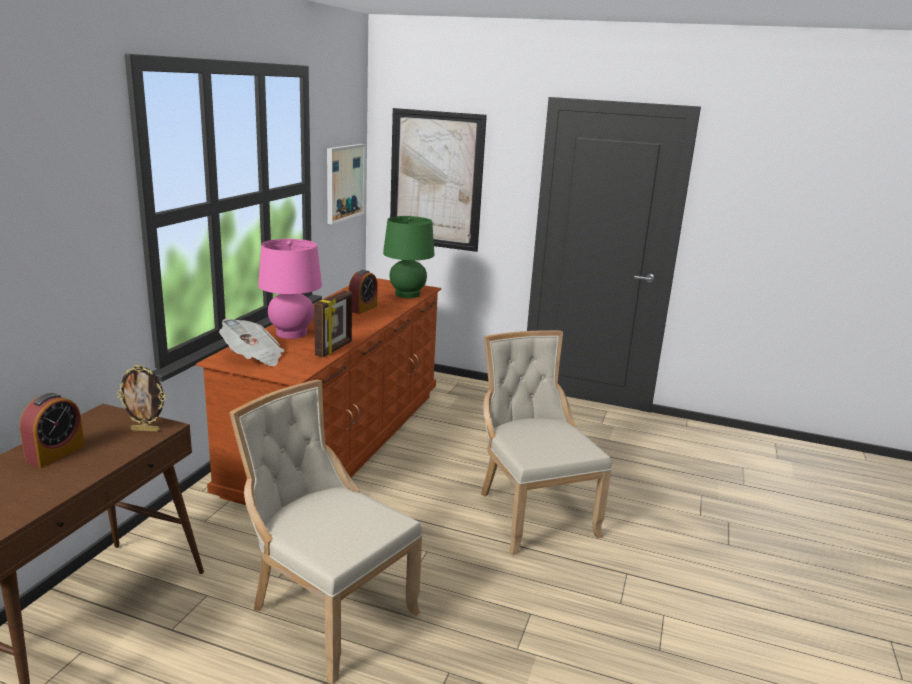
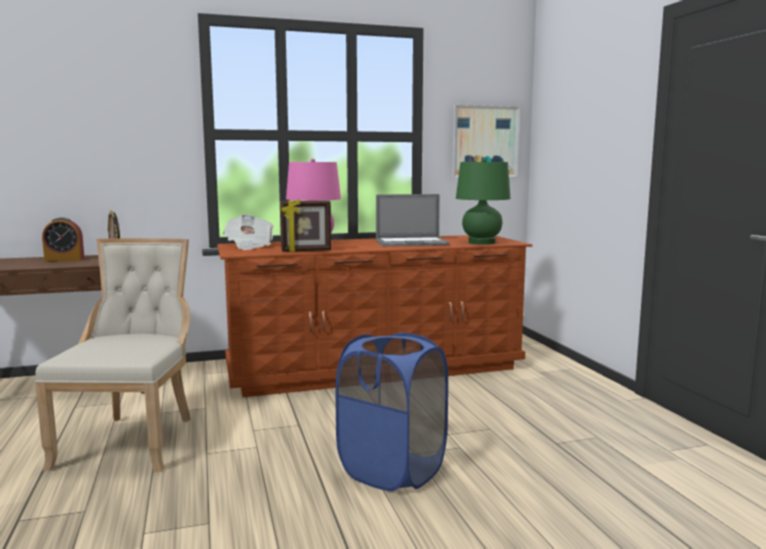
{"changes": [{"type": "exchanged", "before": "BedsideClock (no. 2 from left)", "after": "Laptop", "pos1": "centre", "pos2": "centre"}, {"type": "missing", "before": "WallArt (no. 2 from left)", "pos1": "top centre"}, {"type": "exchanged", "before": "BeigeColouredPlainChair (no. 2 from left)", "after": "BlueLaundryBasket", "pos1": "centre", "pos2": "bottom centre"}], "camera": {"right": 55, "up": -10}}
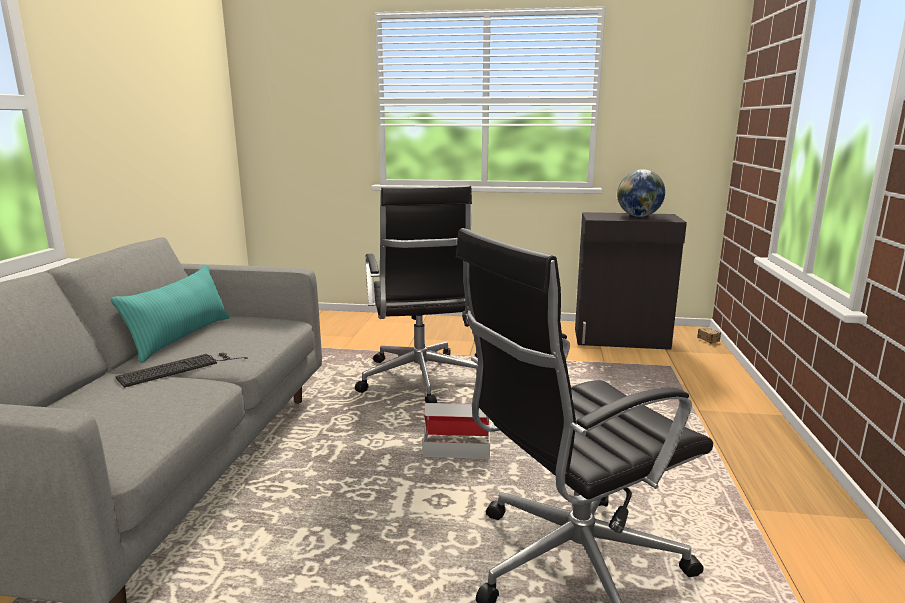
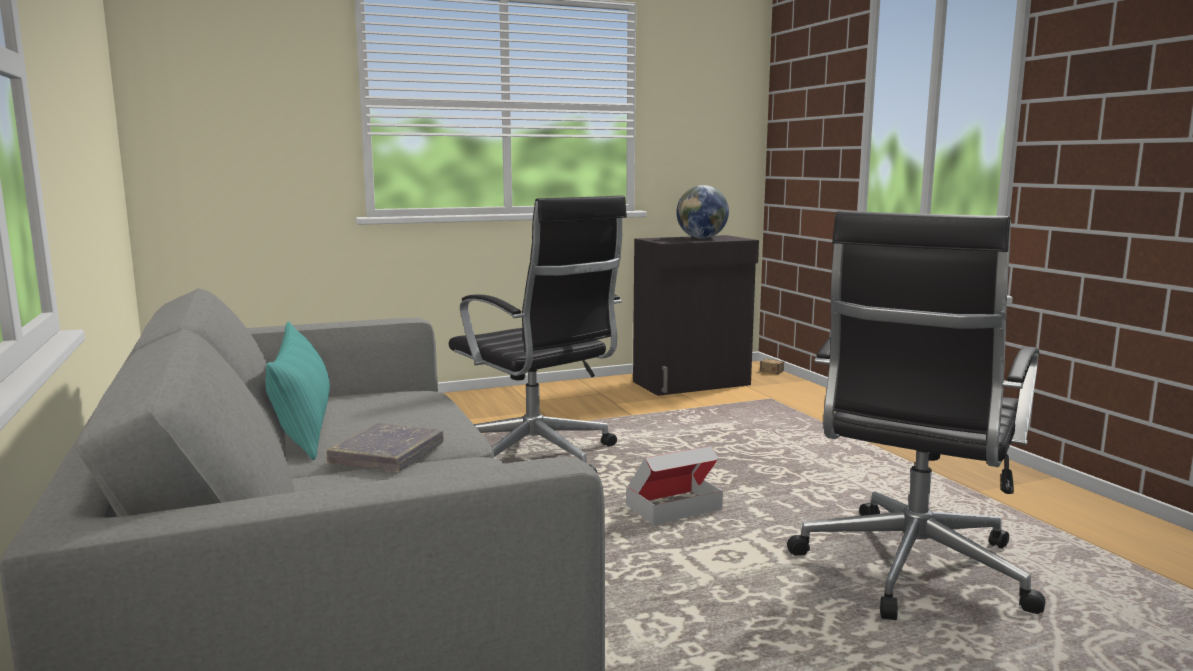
{"changes": [{"type": "exchanged", "before": "ComputerKeyboard", "after": "GreyishBook", "pos1": "middle left", "pos2": "middle left"}], "camera": {"right": -30, "up": -5}}
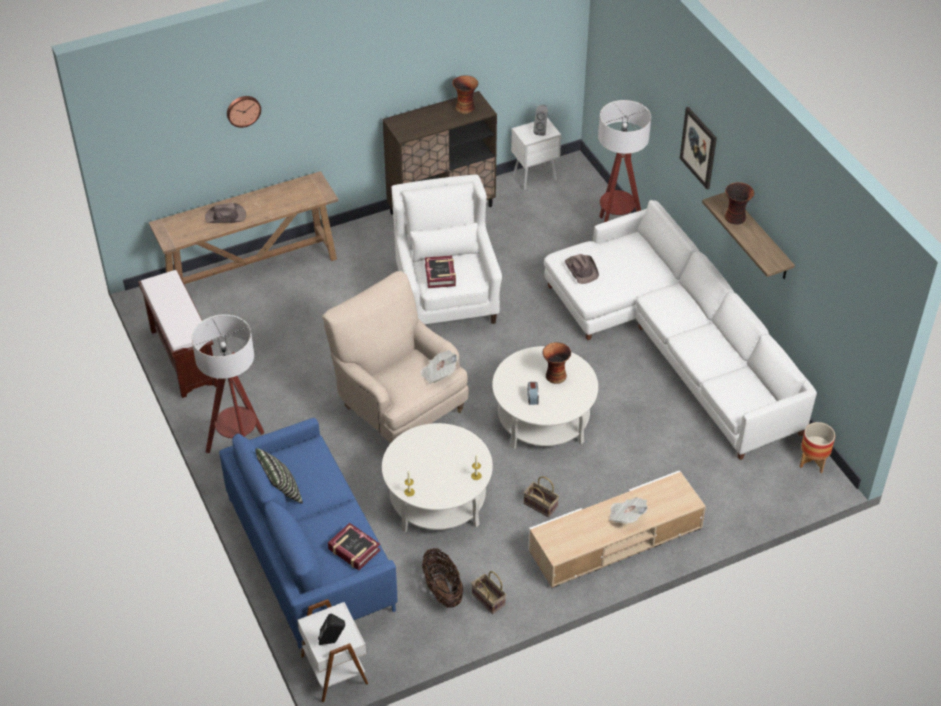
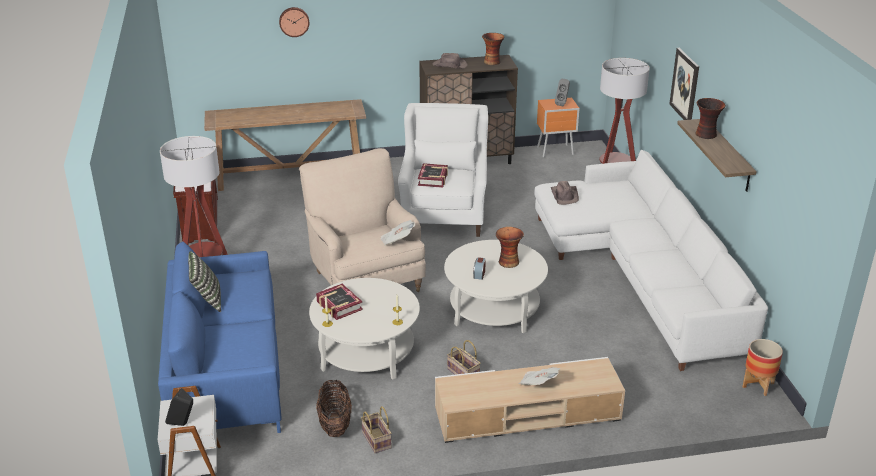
{"changes": [{"type": "relocated", "before": "BrownColouredHat (no. 1 from left)", "pos1": "top left", "pos2": "top centre"}, {"type": "relocated", "before": "Book (no. 1 from left)", "pos1": "bottom centre", "pos2": "centre"}, {"type": "colour", "before": "WhiteColouredNightstand", "after": "OrangeNightstand", "pos1": "top centre", "pos2": "top centre"}], "camera": {"right": 15, "up": -15}}
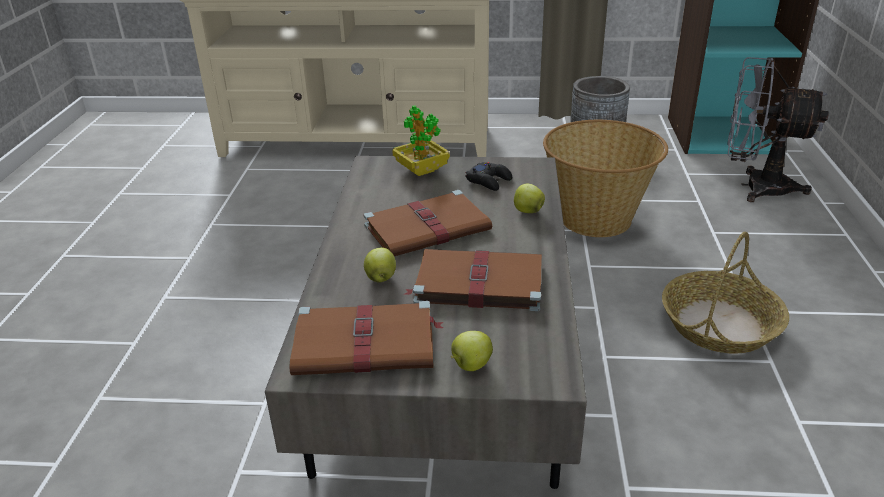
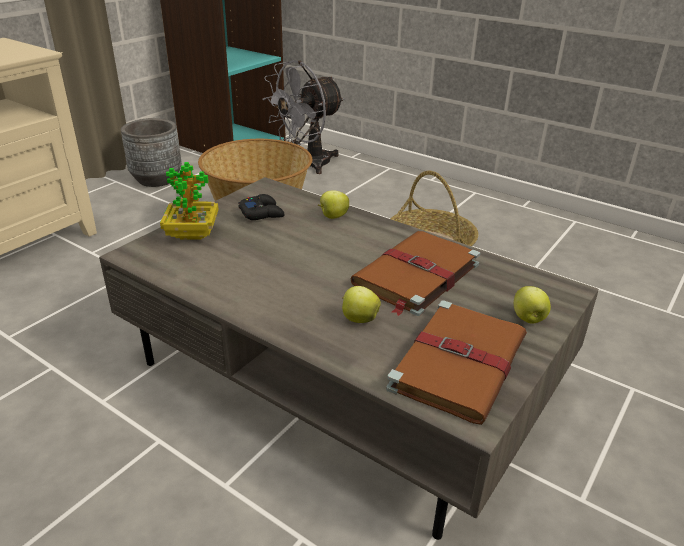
{"changes": [{"type": "missing", "before": "BrownColouredBook (no. 2 from left)", "pos1": "centre"}], "camera": {"right": -60, "up": 0}}
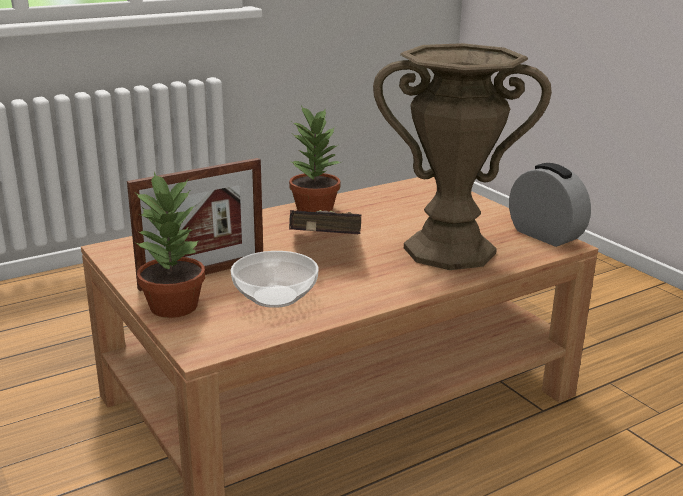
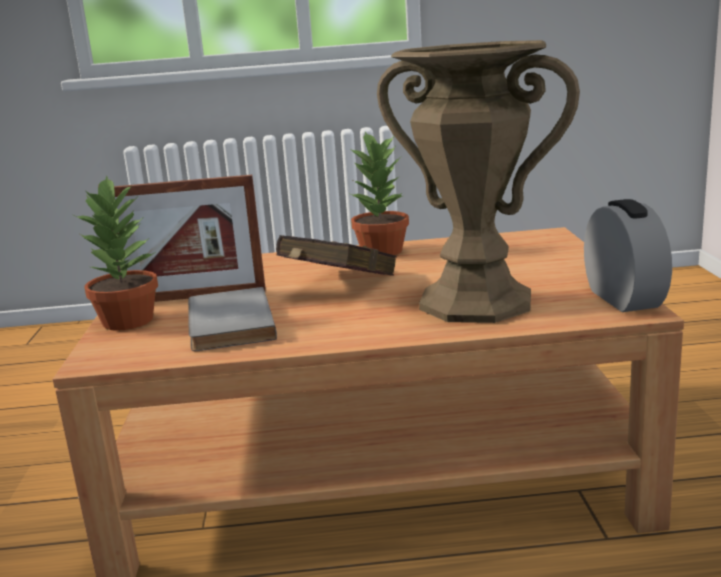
{"changes": [{"type": "exchanged", "before": "ServingBowl", "after": "GreyishBook", "pos1": "centre", "pos2": "middle left"}], "camera": {"right": 30, "up": -5}}
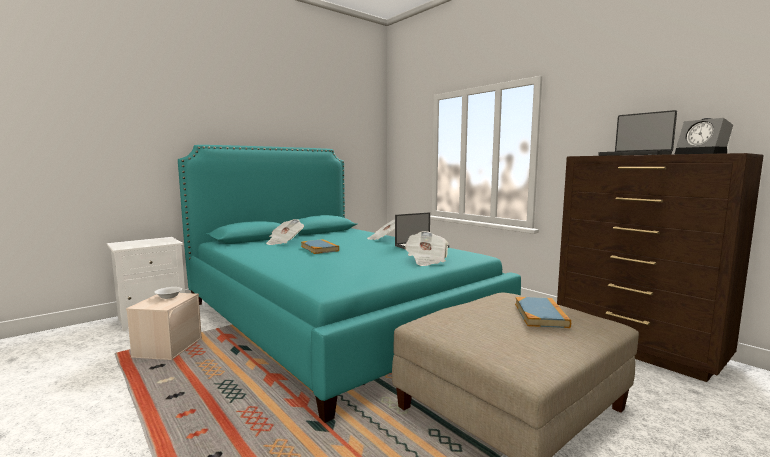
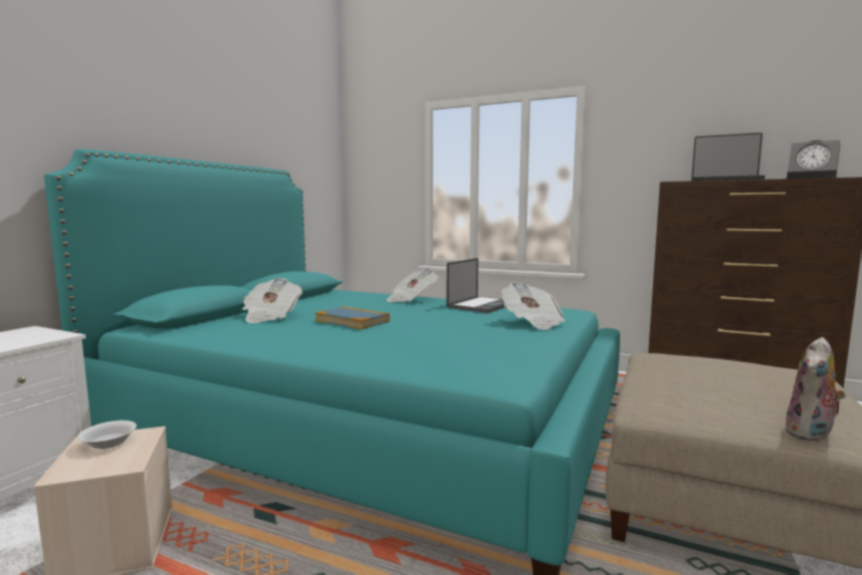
{"changes": [{"type": "missing", "before": "Book (no. 2 from left)", "pos1": "bottom right"}, {"type": "appeared", "after": "PlushToy", "pos2": "bottom right"}], "camera": {"right": -25, "up": 0}}
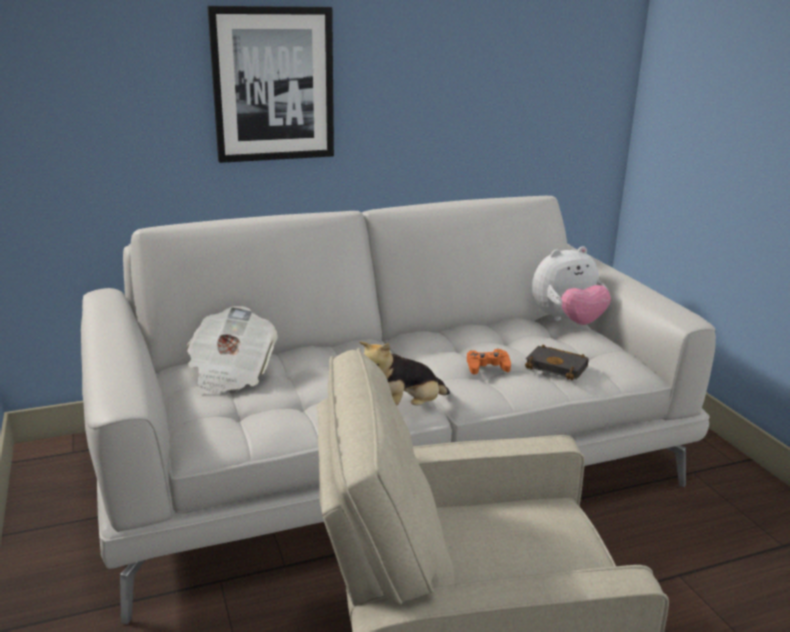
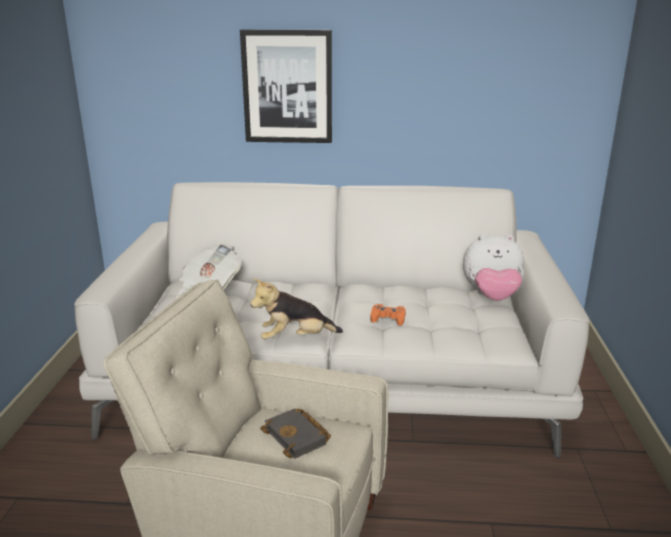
{"changes": [{"type": "relocated", "before": "BlackishBook", "pos1": "middle right", "pos2": "bottom centre"}], "camera": {"right": 25, "up": 0}}
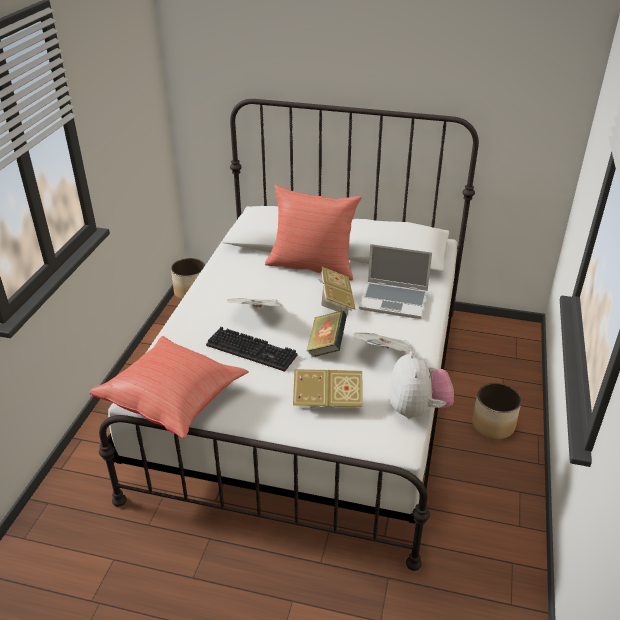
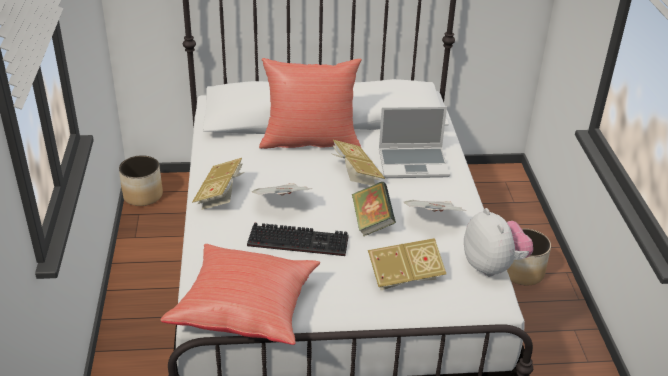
{"changes": [{"type": "appeared", "after": "Book (no. 1 from left)", "pos2": "middle left"}], "camera": {"right": -20, "up": 0}}
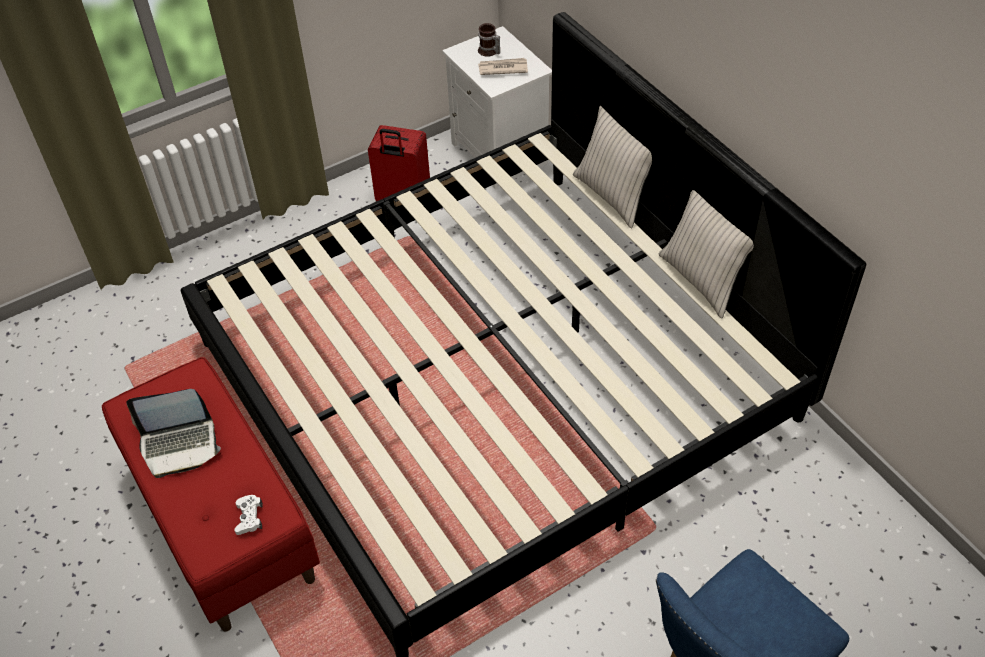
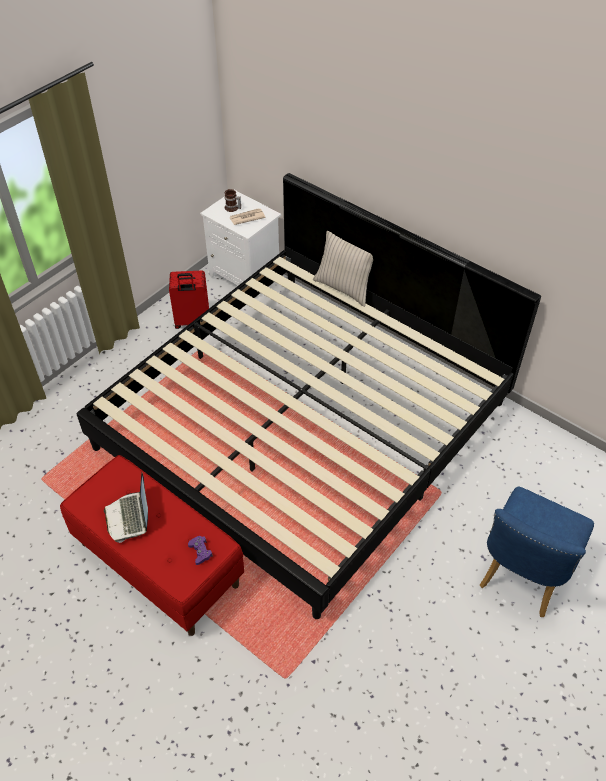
{"changes": [{"type": "spun", "before": "Laptop", "pos1": "middle left", "pos2": "middle left", "turn": 105}, {"type": "colour", "before": "WhiteColouredGameController", "after": "PurpleColouredGameController", "pos1": "bottom left", "pos2": "bottom left"}, {"type": "missing", "before": "BeigeColouredPillow (no. 2 from left)", "pos1": "middle right"}], "camera": {"right": -20, "up": 0}}
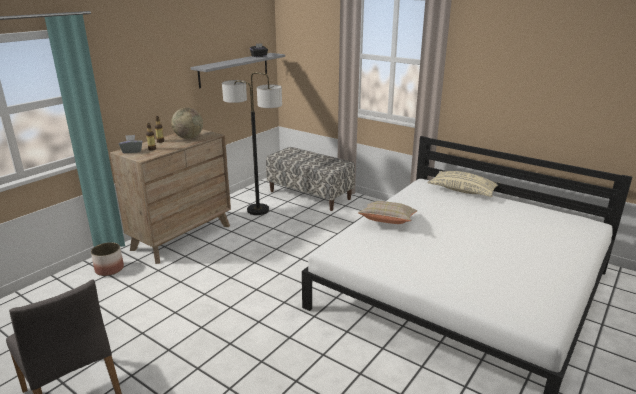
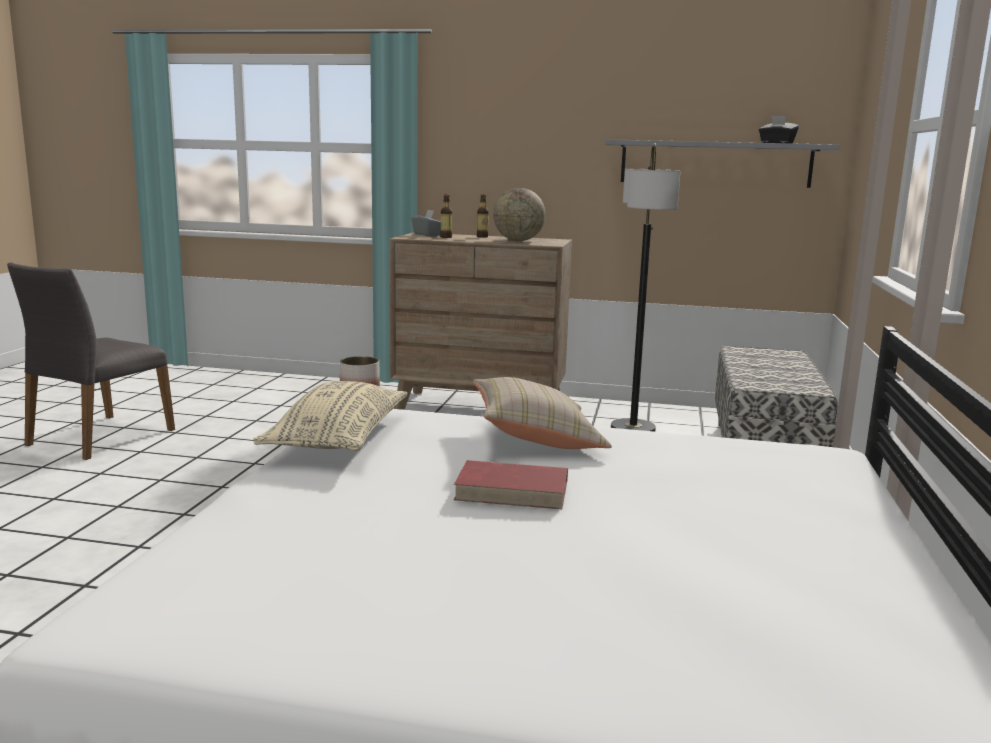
{"changes": [{"type": "relocated", "before": "BeigeColouredPillow (no. 2 from left in the first image)", "after": "BeigeColouredPillow (no. 1 from left)", "pos1": "middle right", "pos2": "middle left"}, {"type": "appeared", "after": "RedBook", "pos2": "centre"}], "camera": {"right": 65, "up": -10}}
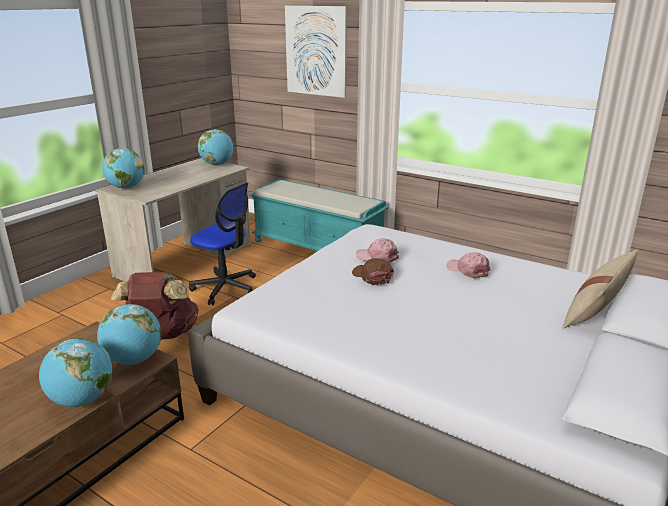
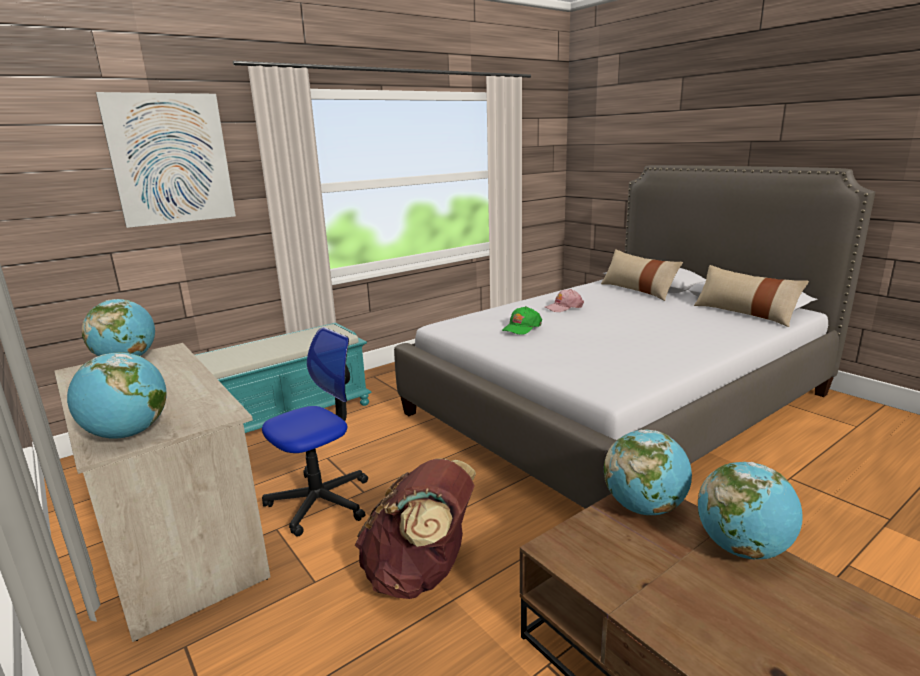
{"changes": [{"type": "missing", "before": "BrownColouredPeakedCap", "pos1": "centre"}, {"type": "colour", "before": "PinkPeakedCap (no. 1 from left)", "after": "GreenishPeakedCap", "pos1": "centre", "pos2": "centre"}, {"type": "appeared", "after": "BeigeColouredPillow (no. 2 from left)", "pos2": "middle right"}], "camera": {"right": -70, "up": -5}}
